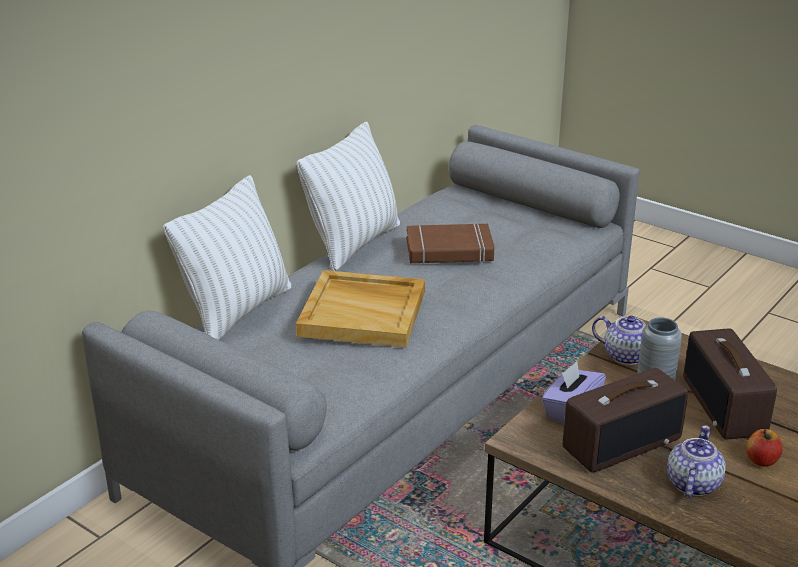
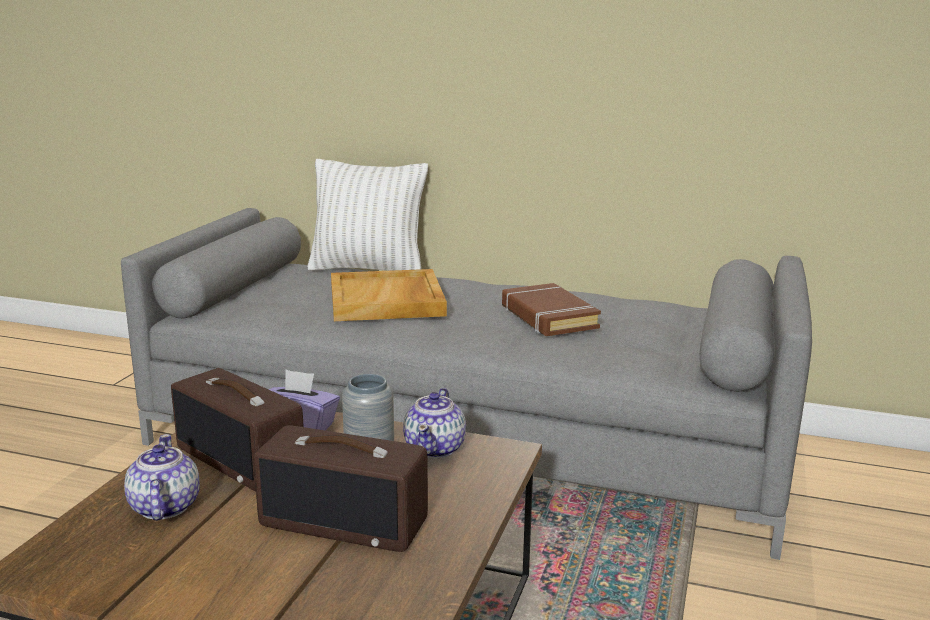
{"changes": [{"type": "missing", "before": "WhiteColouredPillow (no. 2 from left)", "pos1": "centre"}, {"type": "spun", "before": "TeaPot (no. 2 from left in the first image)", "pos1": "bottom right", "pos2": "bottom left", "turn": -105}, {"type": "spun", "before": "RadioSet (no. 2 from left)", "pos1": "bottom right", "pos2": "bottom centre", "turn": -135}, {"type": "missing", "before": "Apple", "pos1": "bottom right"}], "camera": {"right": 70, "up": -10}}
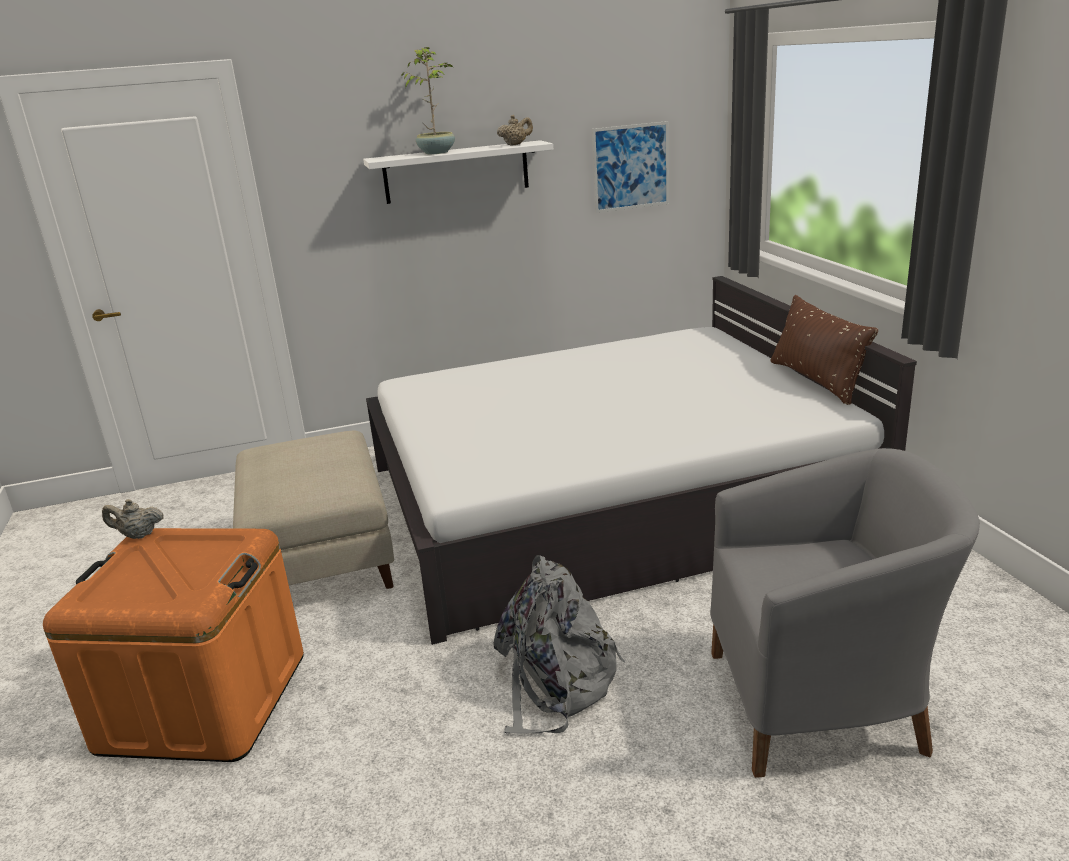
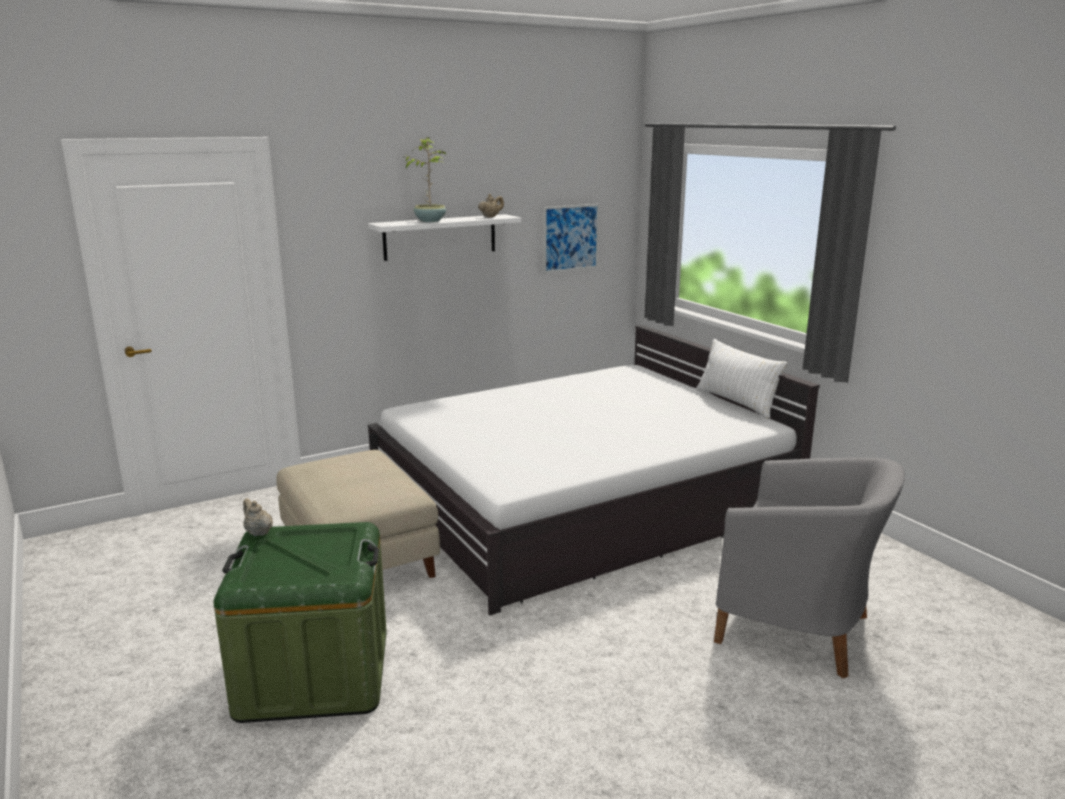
{"changes": [{"type": "colour", "before": "OrangeStorageBox", "after": "GreenishStorageBox", "pos1": "bottom left", "pos2": "bottom left"}, {"type": "spun", "before": "BeigeColouredTeaPot (no. 1 from left)", "pos1": "middle left", "pos2": "middle left", "turn": 60}, {"type": "missing", "before": "GreyishKnapsack", "pos1": "bottom centre"}, {"type": "spun", "before": "GreyishArmchair", "pos1": "bottom right", "pos2": "bottom right", "turn": 45}, {"type": "colour", "before": "BrownColouredPillow", "after": "WhiteColouredPillow", "pos1": "middle right", "pos2": "middle right"}], "camera": {"right": -15, "up": -5}}
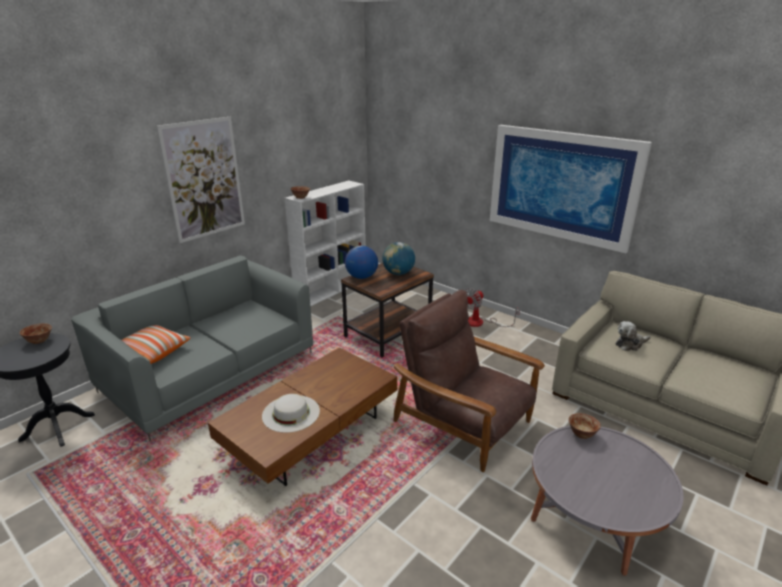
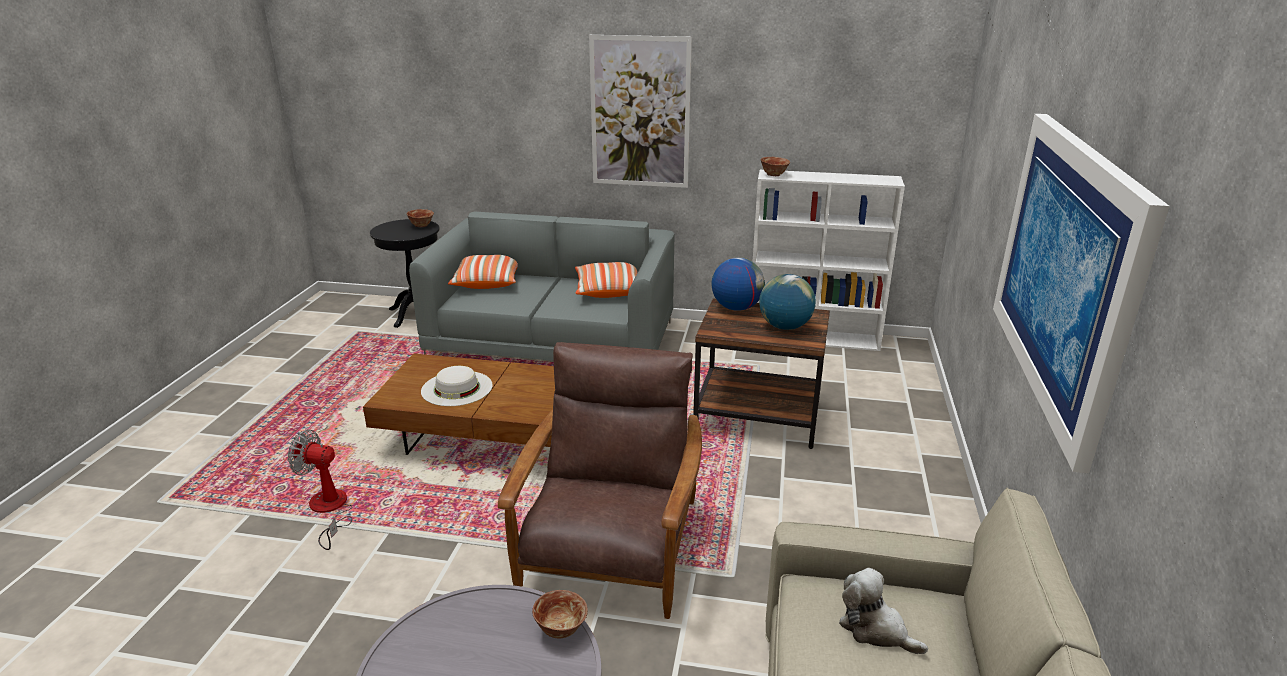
{"changes": [{"type": "relocated", "before": "CoolingFan", "pos1": "centre", "pos2": "bottom left"}, {"type": "appeared", "after": "Pillow (no. 2 from left)", "pos2": "centre"}], "camera": {"right": 60, "up": 0}}
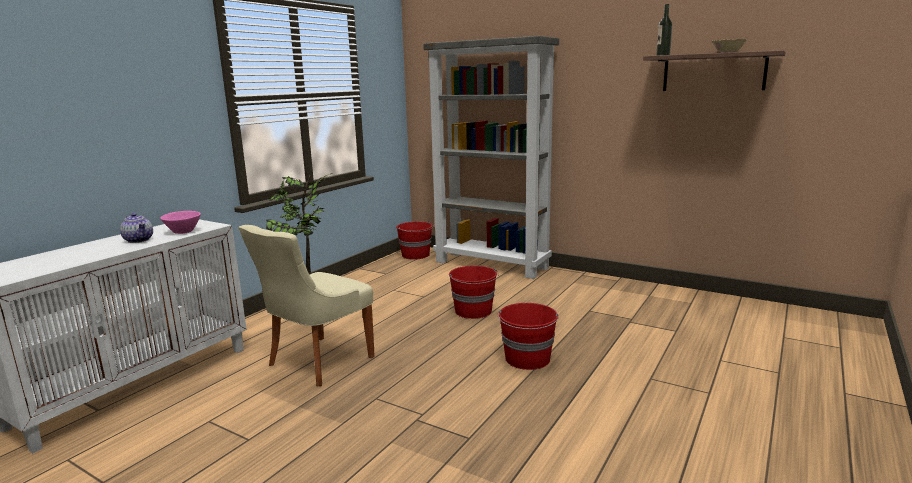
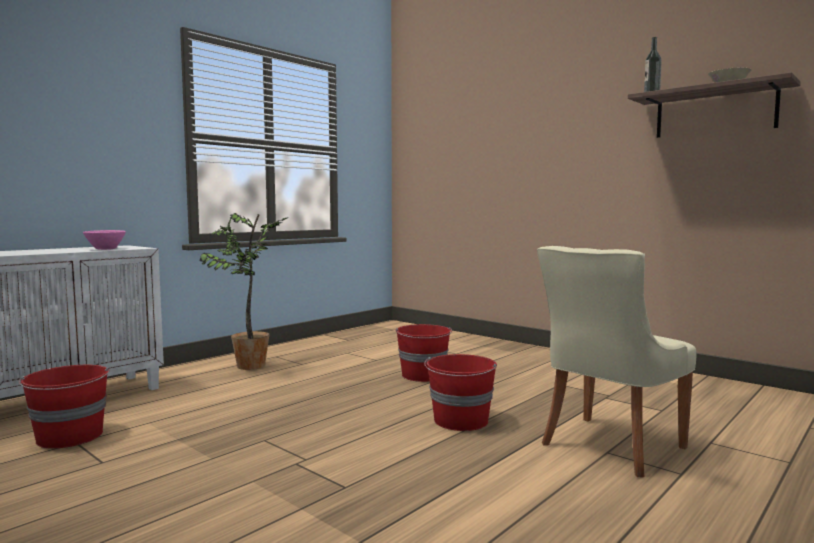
{"changes": [{"type": "missing", "before": "TeaPot", "pos1": "middle left"}, {"type": "relocated", "before": "BeigeColouredPlainChair", "pos1": "centre", "pos2": "middle right"}, {"type": "relocated", "before": "RedPail (no. 1 from left)", "pos1": "centre", "pos2": "bottom left"}, {"type": "missing", "before": "GreyishShelvingUnit", "pos1": "top centre"}], "camera": {"right": 10, "up": -10}}
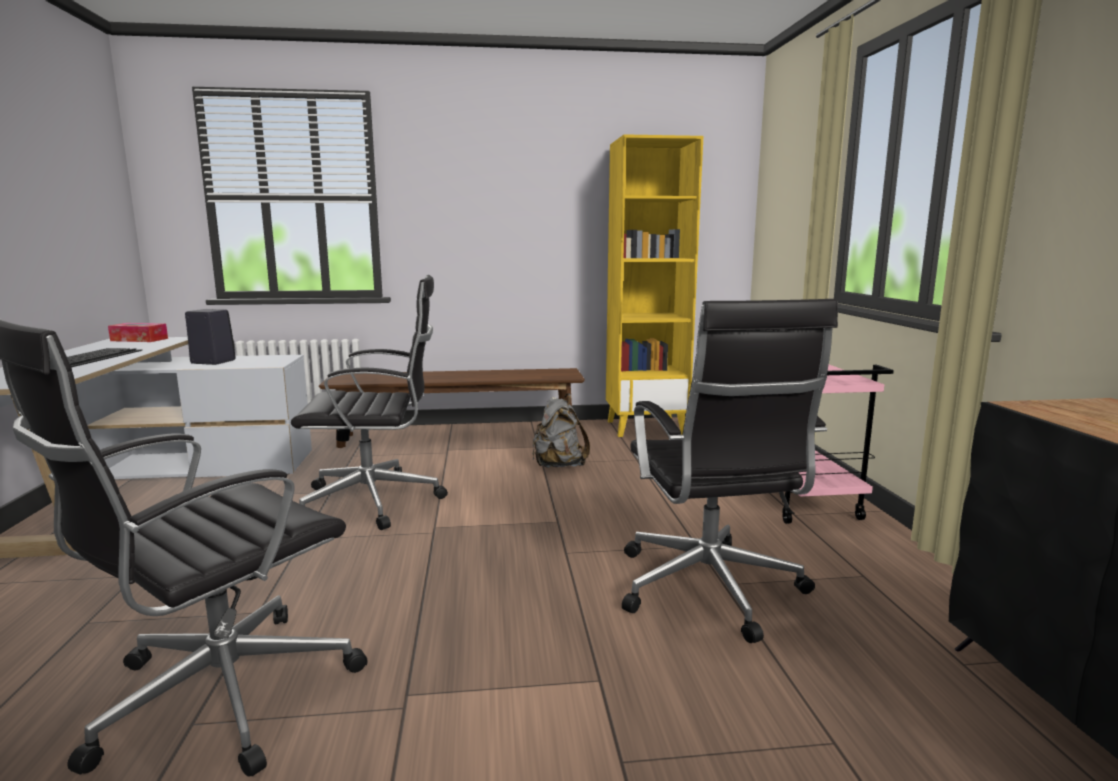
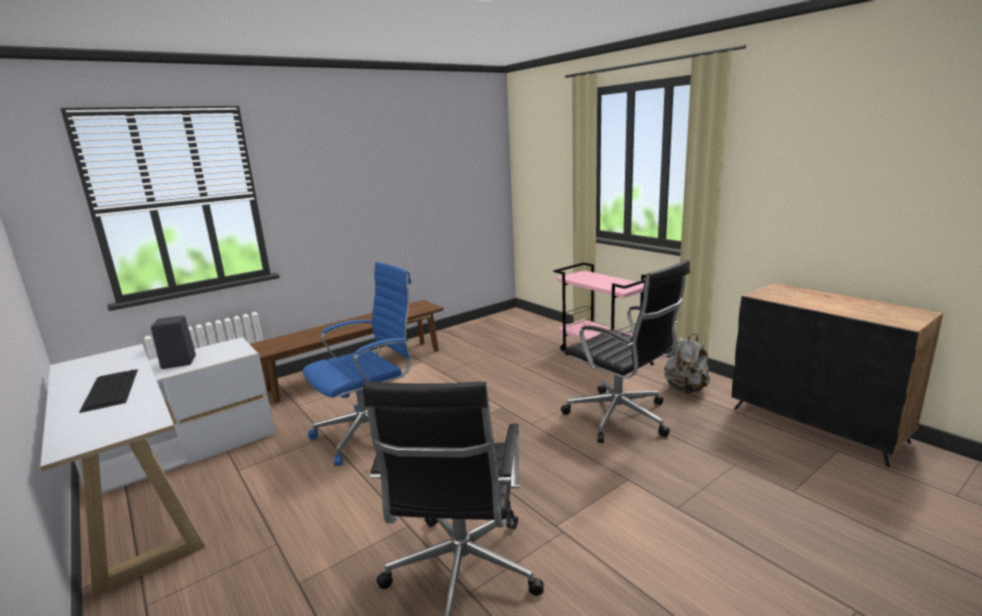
{"changes": [{"type": "missing", "before": "TissueHolder", "pos1": "middle left"}, {"type": "colour", "before": "BlackishDeskChair (no. 2 from left)", "after": "BlueDeskChair", "pos1": "middle left", "pos2": "centre"}, {"type": "relocated", "before": "GreyishKnapsack", "pos1": "centre", "pos2": "middle right"}, {"type": "missing", "before": "YellowishShelvingUnit", "pos1": "centre"}], "camera": {"right": -30, "up": 5}}
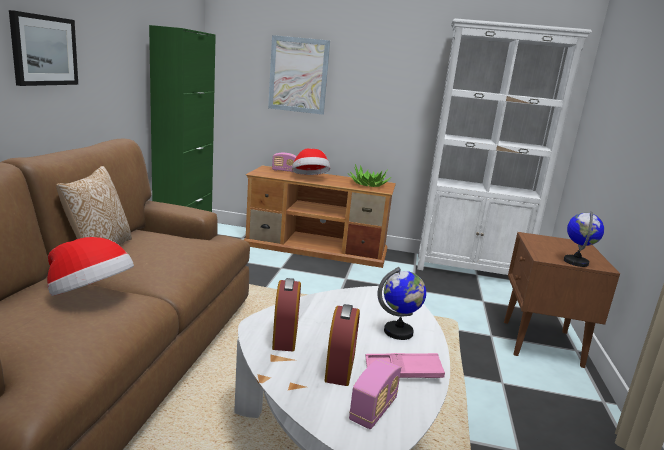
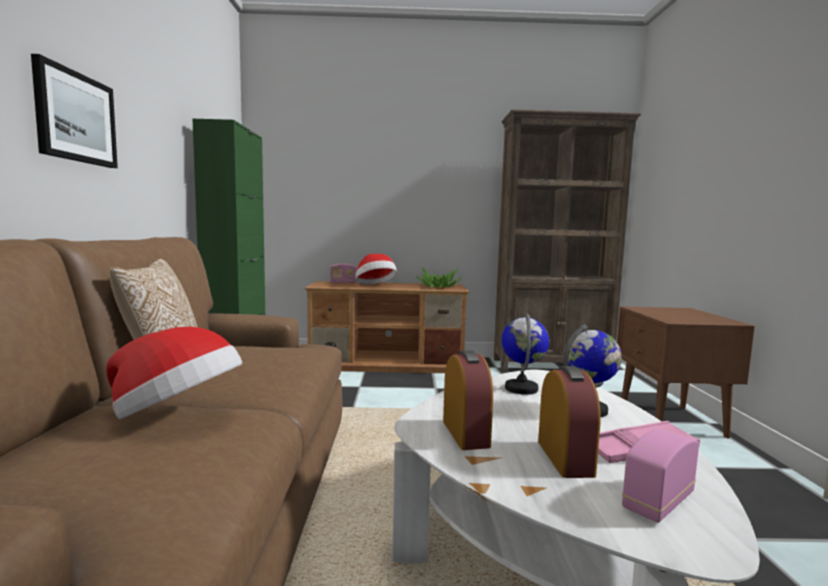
{"changes": [{"type": "missing", "before": "WallArt (no. 2 from left)", "pos1": "top centre"}, {"type": "spun", "before": "RadioSet (no. 2 from left)", "pos1": "bottom centre", "pos2": "bottom right", "turn": -150}, {"type": "colour", "before": "WhiteColouredShelvingUnit", "after": "BrownColouredShelvingUnit", "pos1": "top right", "pos2": "middle right"}, {"type": "relocated", "before": "DeskGlobe (no. 2 from left in the first image)", "after": "DeskGlobe (no. 1 from left)", "pos1": "middle right", "pos2": "centre"}], "camera": {"right": -10, "up": -10}}
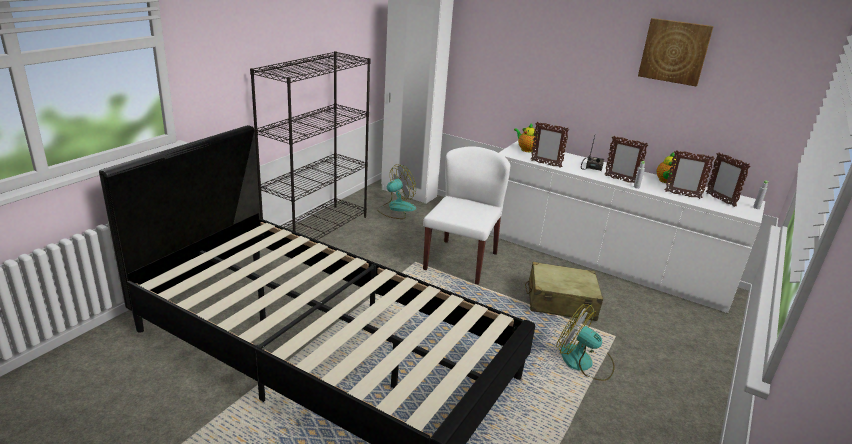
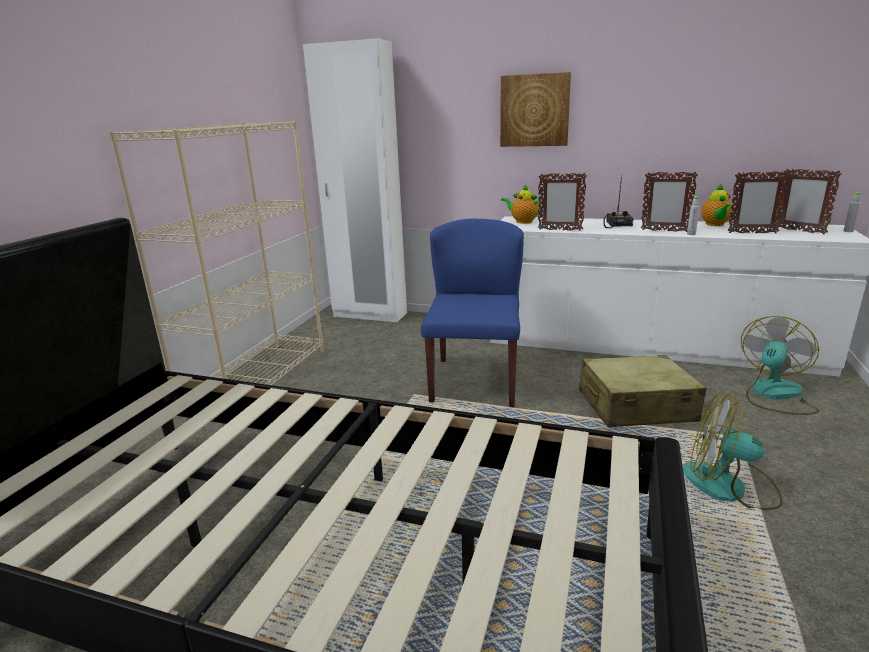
{"changes": [{"type": "colour", "before": "BlackishShelvingUnit", "after": "BeigeColouredShelvingUnit", "pos1": "top centre", "pos2": "middle left"}, {"type": "relocated", "before": "CoolingFan (no. 1 from left in the first image)", "after": "CoolingFan (no. 2 from left)", "pos1": "centre", "pos2": "middle right"}, {"type": "colour", "before": "WhiteColouredPlainChair", "after": "BluePlainChair", "pos1": "centre", "pos2": "centre"}, {"type": "relocated", "before": "WallArt", "pos1": "top right", "pos2": "top centre"}], "camera": {"right": -10, "up": -5}}
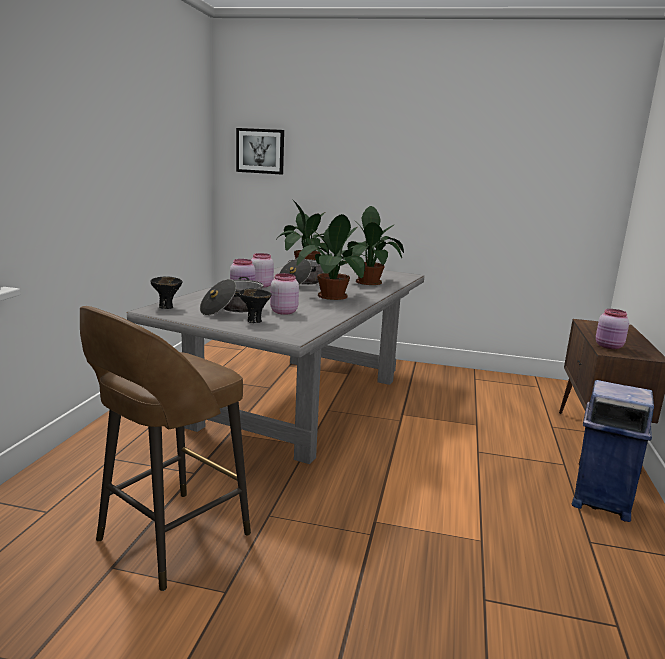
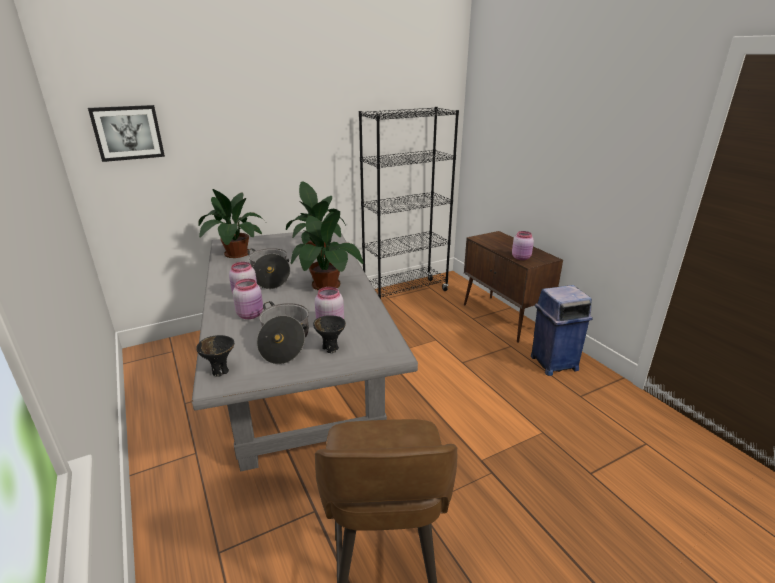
{"changes": [{"type": "appeared", "after": "BlackishShelvingUnit", "pos2": "centre"}], "camera": {"right": -40, "up": 10}}
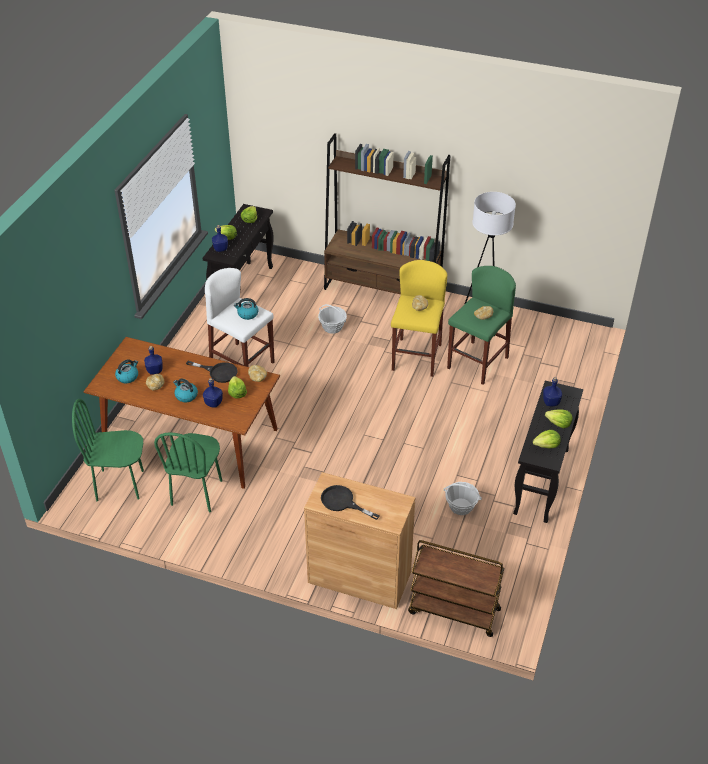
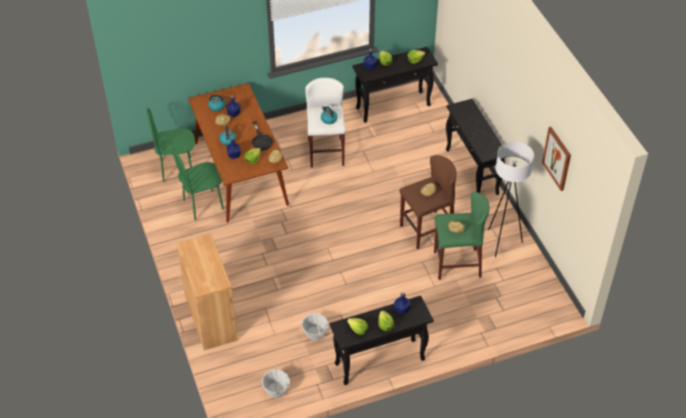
{"changes": [{"type": "spun", "before": "GreenishPlainChair (no. 1 from left)", "pos1": "middle left", "pos2": "middle left", "turn": -60}, {"type": "relocated", "before": "StorageBasket (no. 1 from left)", "pos1": "centre", "pos2": "bottom centre"}, {"type": "missing", "before": "BlackishSkillet (no. 2 from left)", "pos1": "centre"}, {"type": "exchanged", "before": "BrownColouredShelvingUnit", "after": "BlackishNarrowTable (no. 3 from left)", "pos1": "top centre", "pos2": "middle right"}, {"type": "colour", "before": "YellowishSittingStool", "after": "BrownColouredSittingStool", "pos1": "centre", "pos2": "centre"}, {"type": "missing", "before": "BrownColouredWheeledCart", "pos1": "bottom centre"}, {"type": "appeared", "after": "WallArt", "pos2": "middle right"}], "camera": {"right": 50, "up": 5}}
